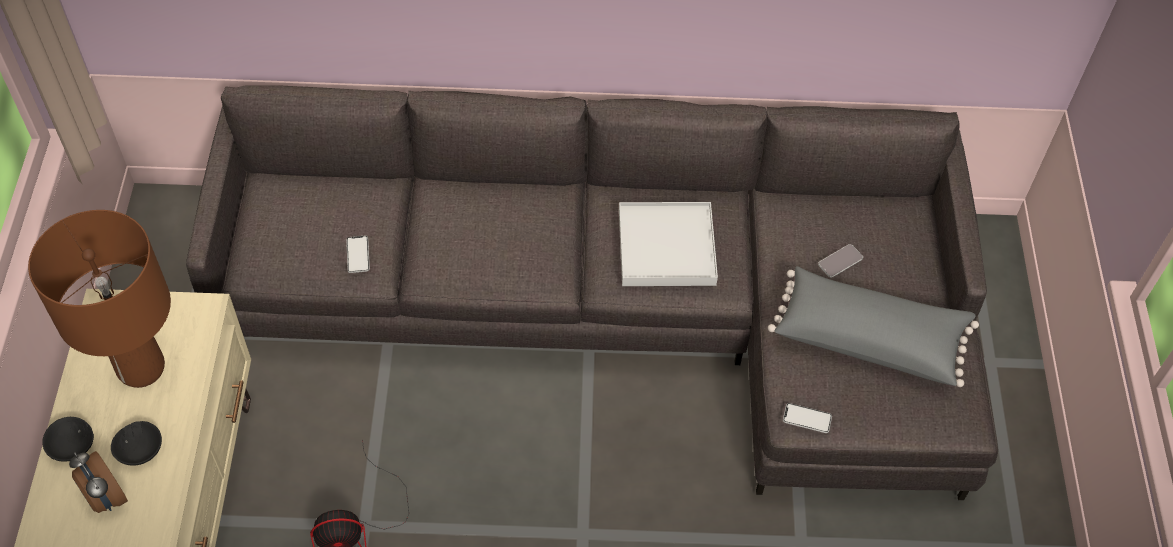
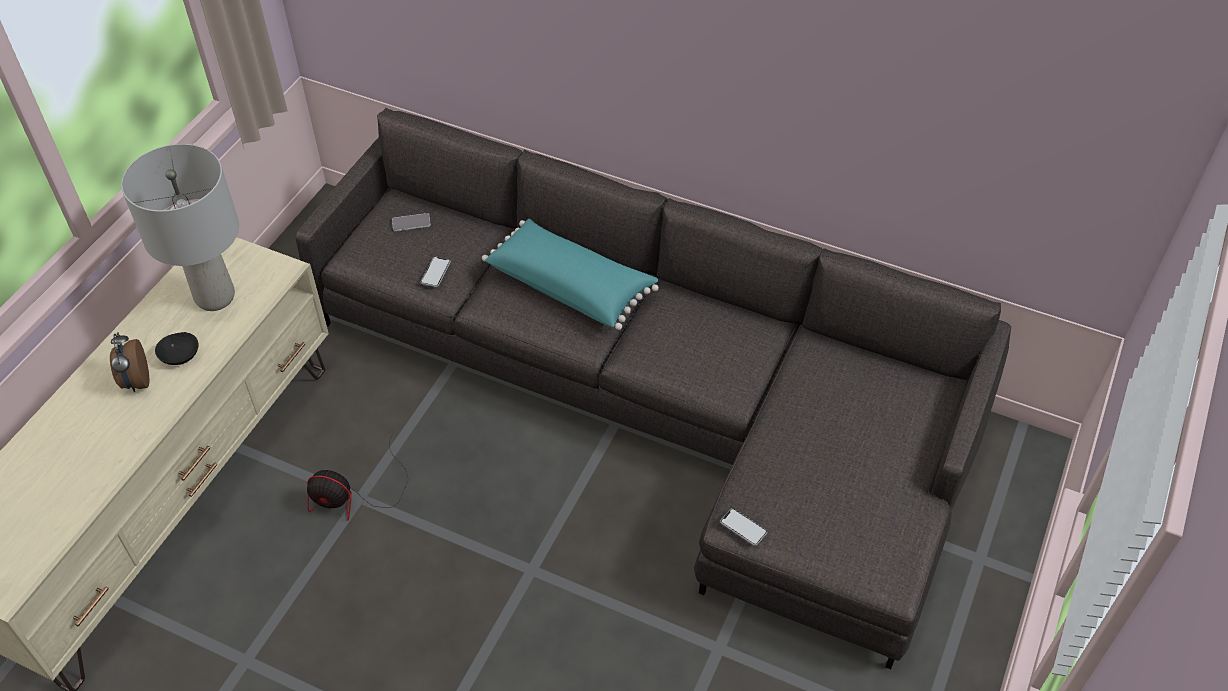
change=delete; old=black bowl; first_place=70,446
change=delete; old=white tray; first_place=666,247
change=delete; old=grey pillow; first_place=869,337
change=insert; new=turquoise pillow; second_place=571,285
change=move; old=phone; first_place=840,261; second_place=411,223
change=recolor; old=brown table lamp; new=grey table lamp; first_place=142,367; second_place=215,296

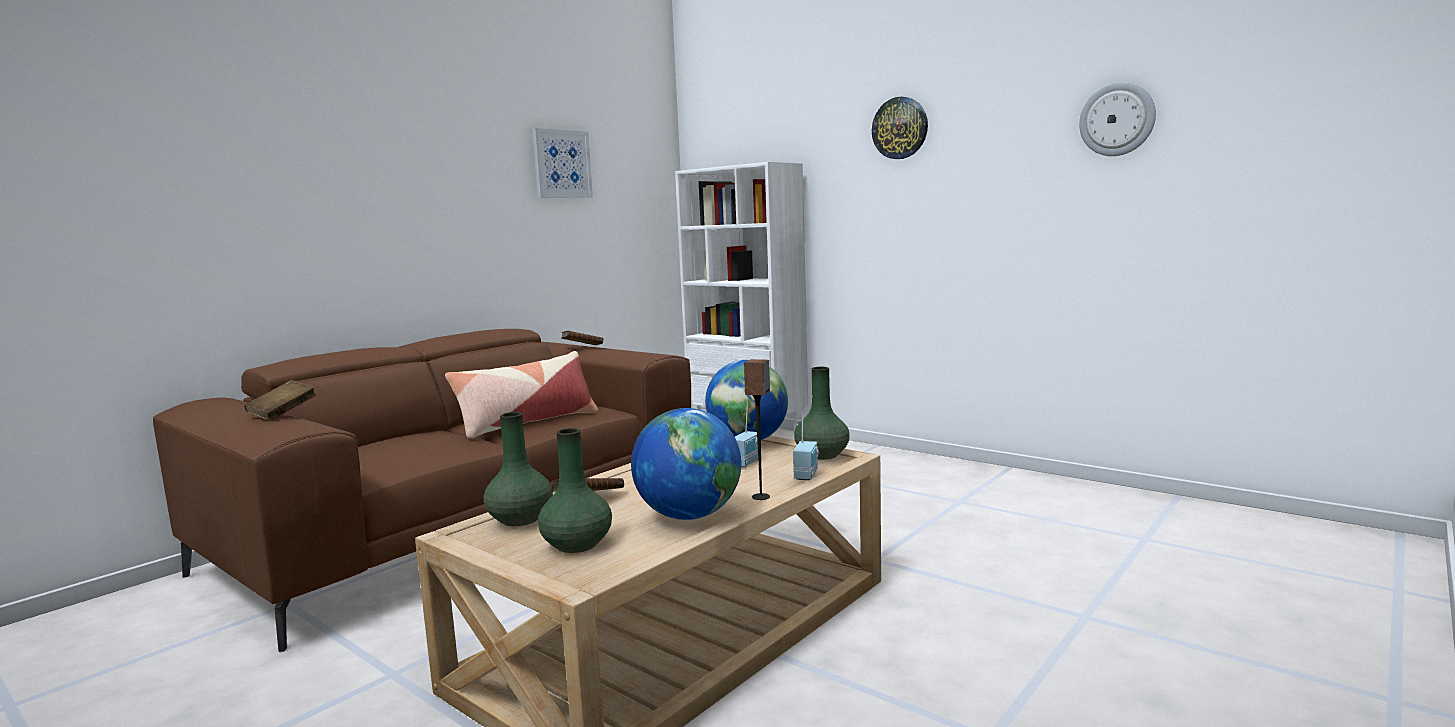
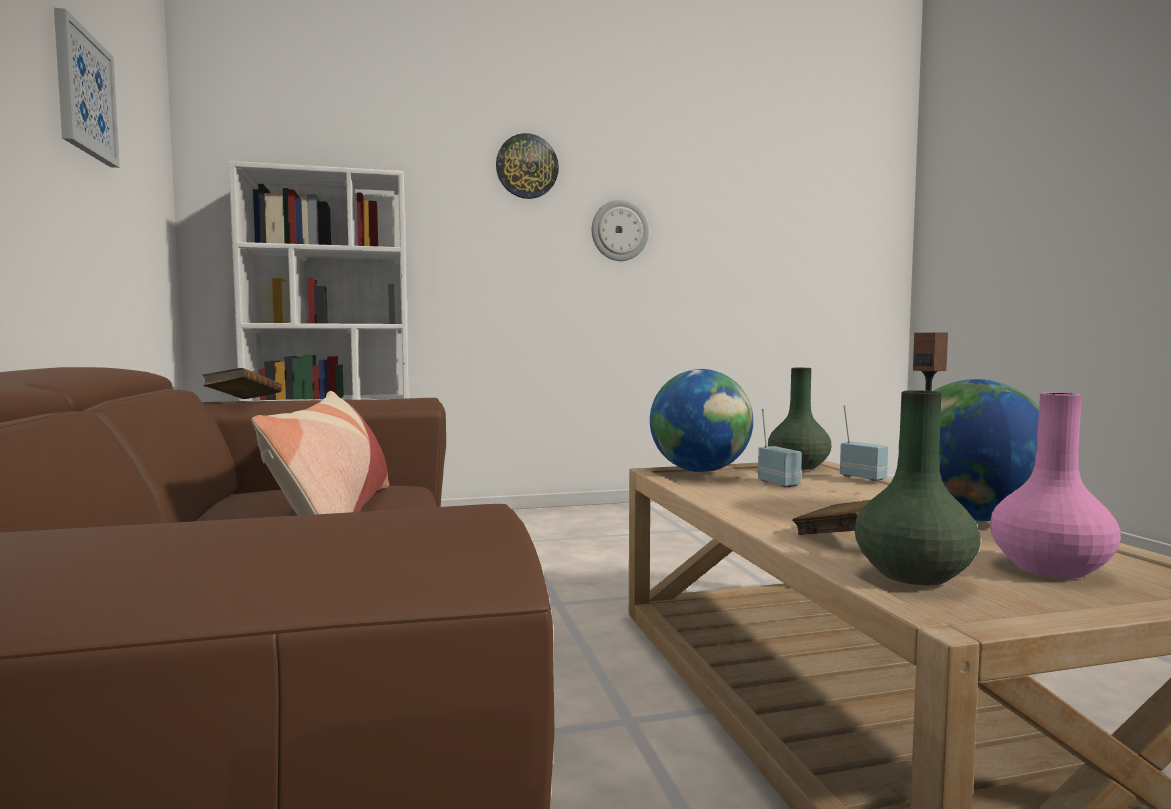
change=delete; old=brown book; first_place=283,414
change=move; old=wall clock; first_place=1117,119; second_place=619,231
change=recolor; old=green vase; new=pink vase; first_place=576,544; second_place=1049,569

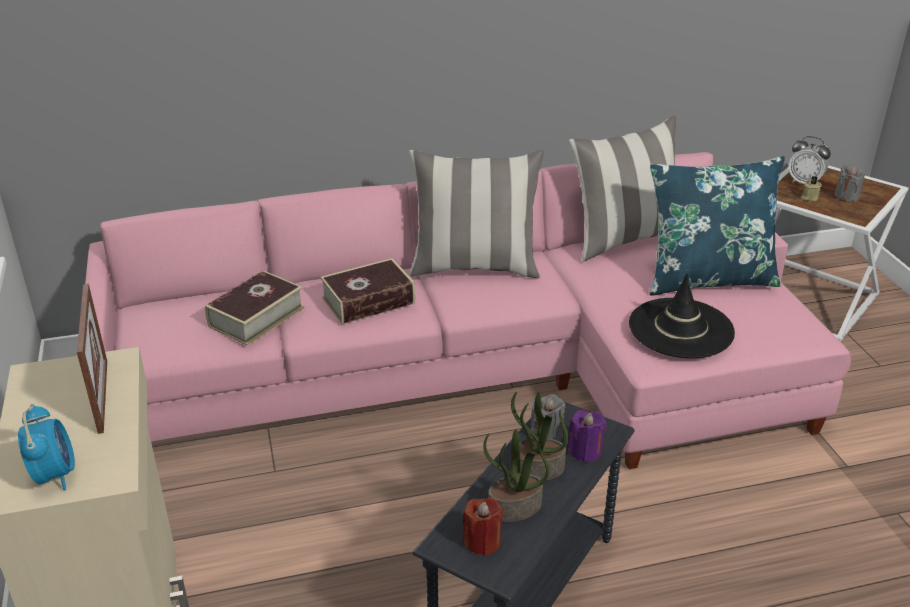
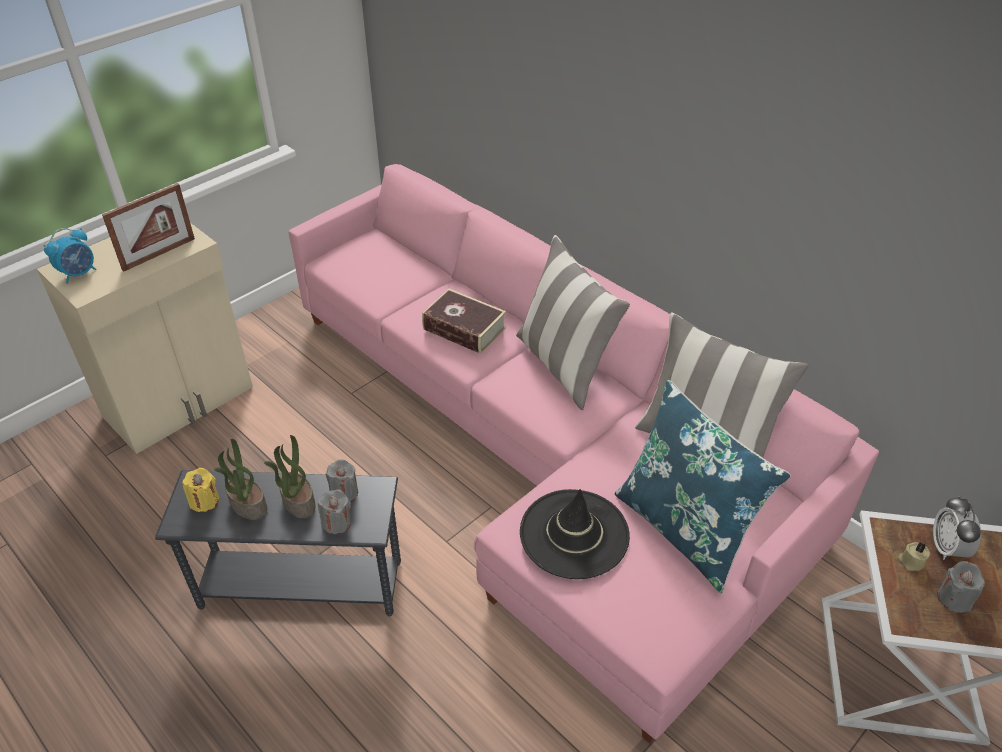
change=delete; old=book; first_place=256,317
change=recolor; old=red candle; new=yellow candle; first_place=482,542; second_place=204,501
change=recolor; old=purple candle; new=grey candle; first_place=585,451; second_place=337,522

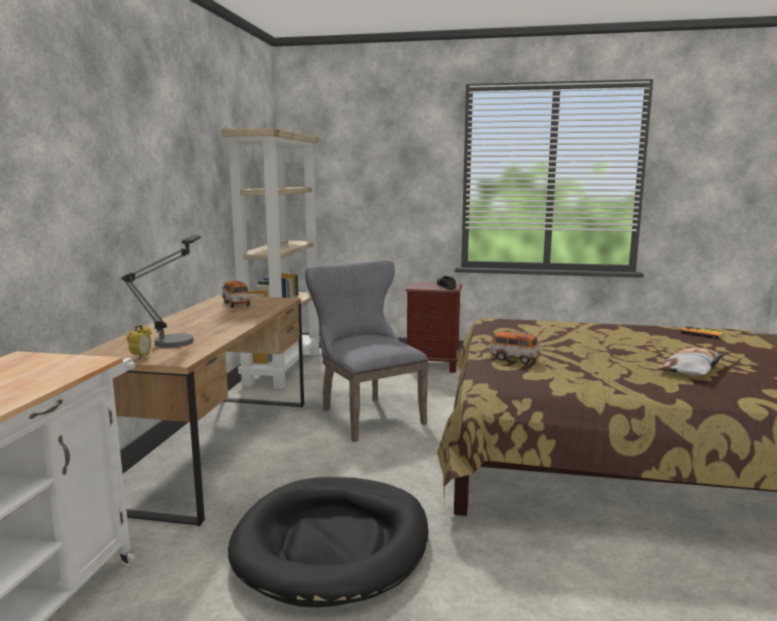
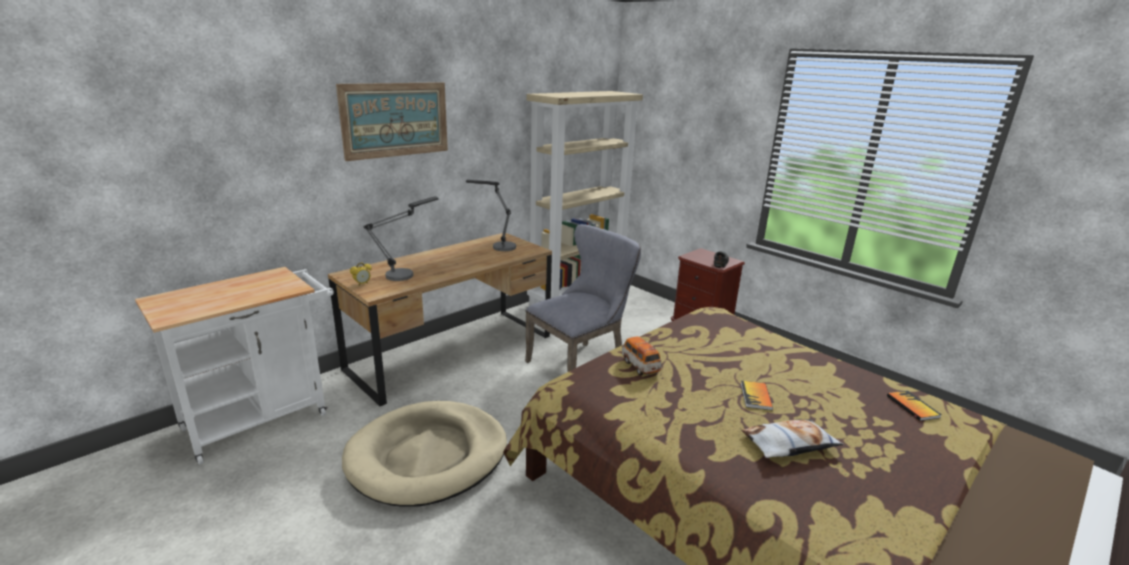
change=insert; new=picture; second_place=395,120
change=insert; new=book; second_place=756,396
change=replace; old=toy car; new=table lamp; first_place=236,304; second_place=498,246
change=recolor; old=black dog bed; new=beige dog bed; first_place=333,543; second_place=428,456
change=rotate; old=grey chair; first_place=366,415; second_place=580,362; degrees=45

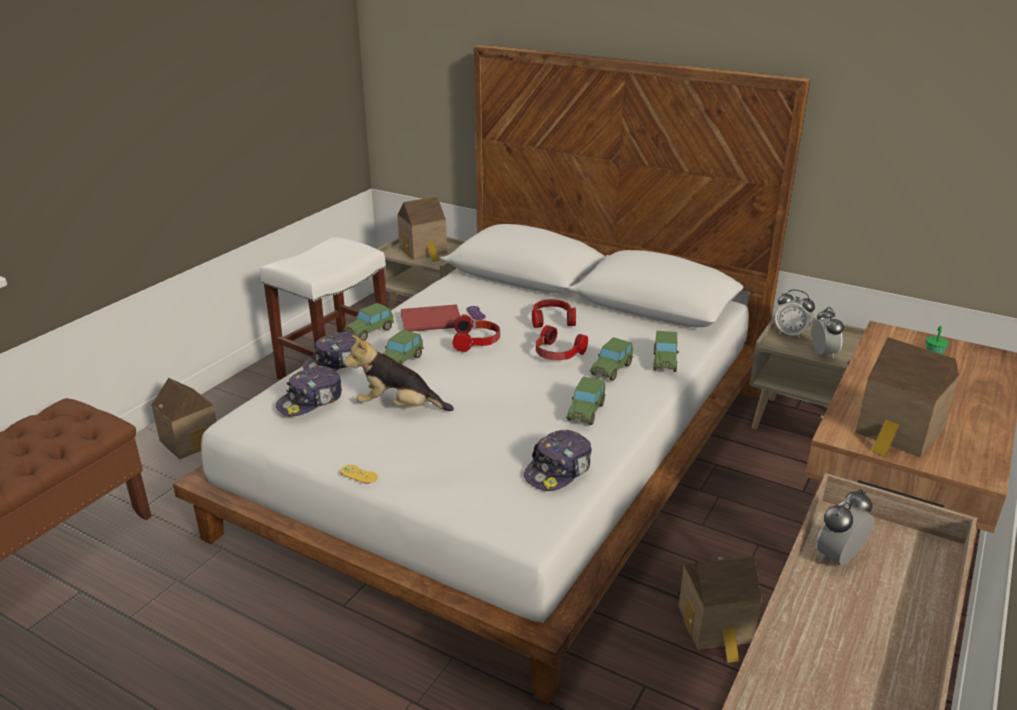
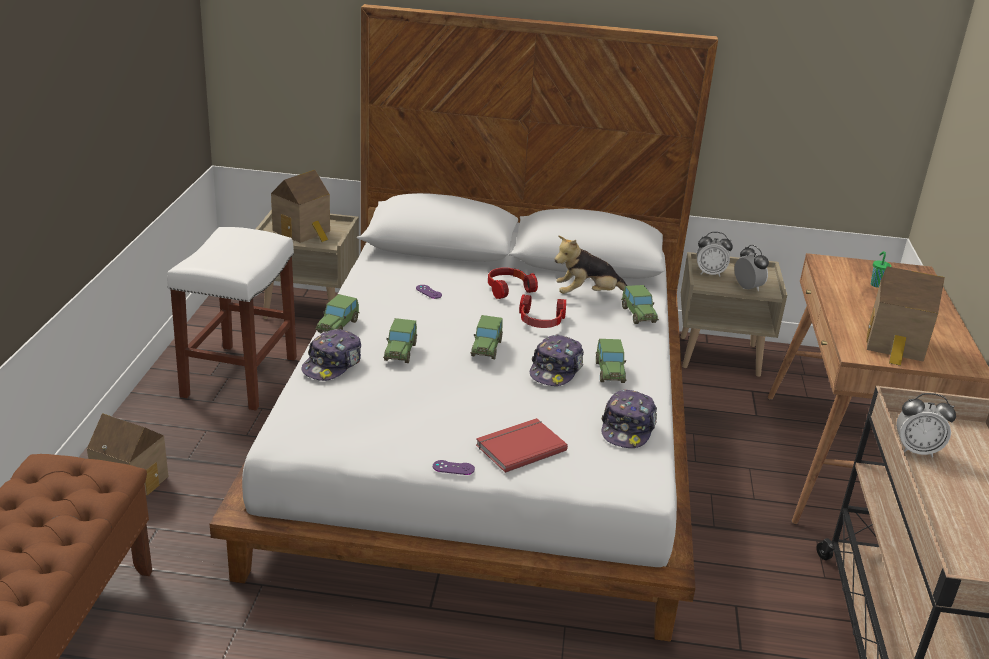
change=delete; old=headphones; first_place=476,341
change=delete; old=toy house; first_place=717,627
change=move; old=cap; first_place=311,401; second_place=556,370
change=move; old=plush toy; first_place=398,407; second_place=587,295
change=move; old=red book; first_place=430,320; second_place=519,447
change=move; old=toy car; first_place=611,369; second_place=486,348
change=recolor; old=yellow game controller; new=purple game controller; first_place=359,474; second_place=453,468
change=rotate; old=alarm clock; first_place=838,558; second_place=916,450; degrees=-105

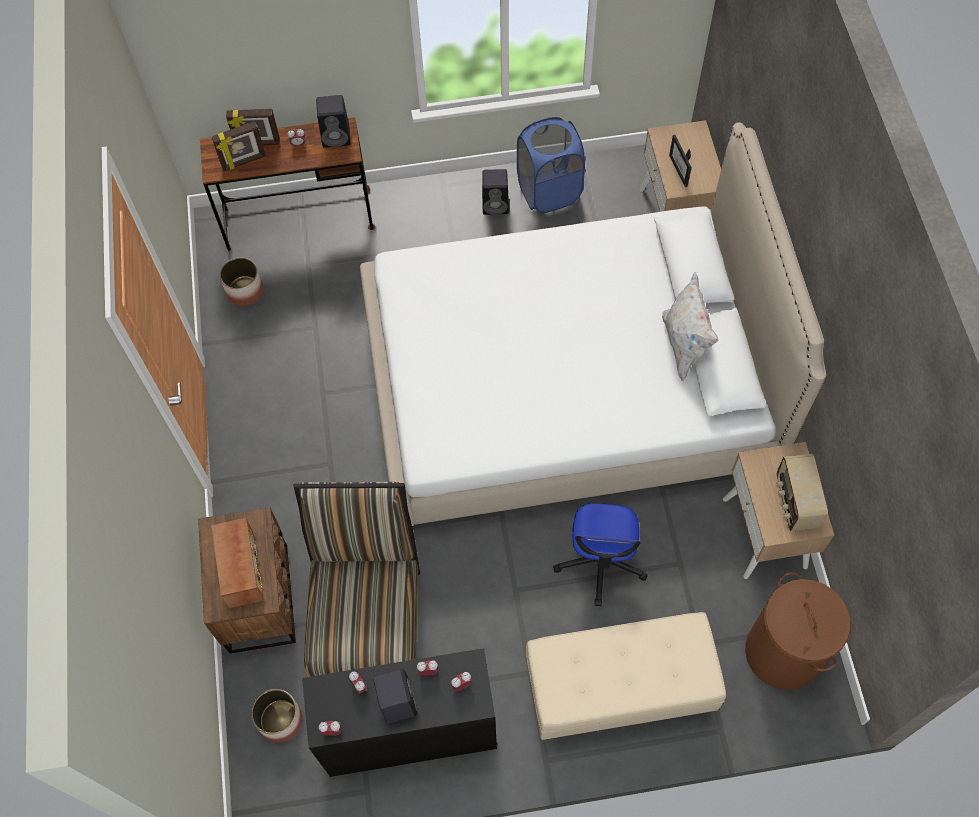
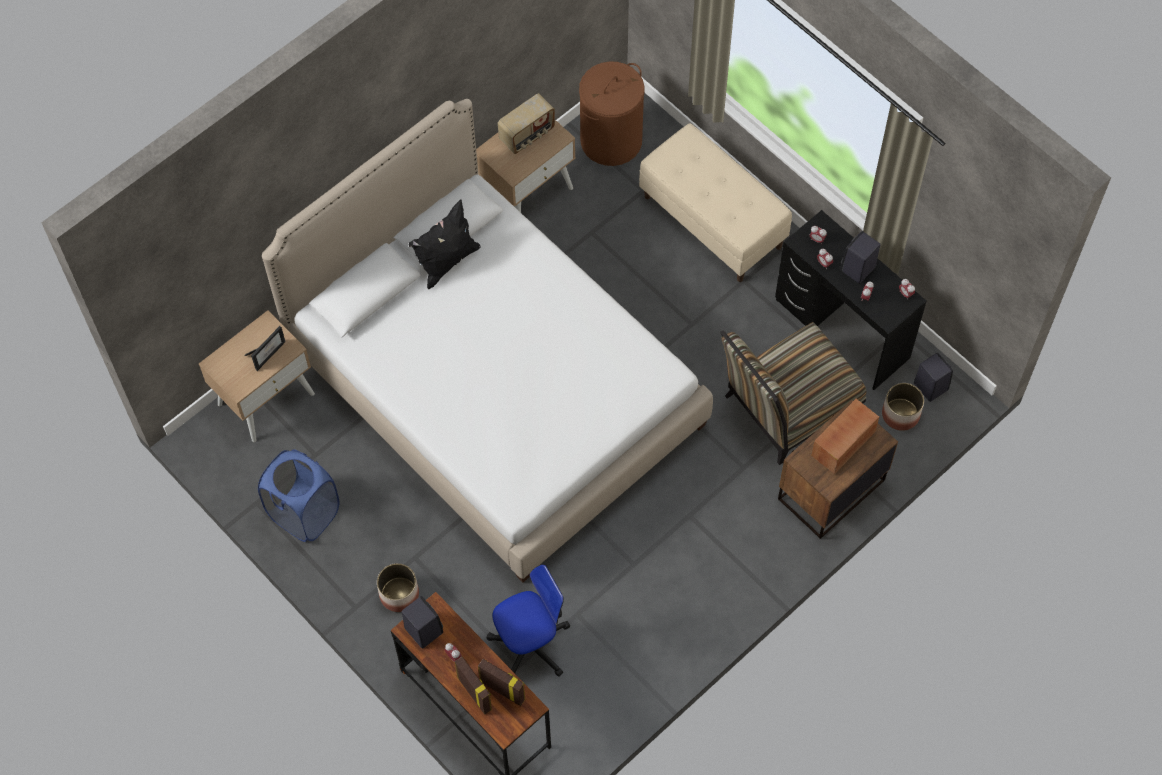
change=move; old=planter; first_place=245,291; second_place=399,594
change=move; old=black speaker; first_place=496,205; second_place=929,386
change=move; old=office chair; first_place=600,562; second_place=530,644
change=recolor; old=white pillow; new=black pillow; first_place=684,345; second_place=446,261

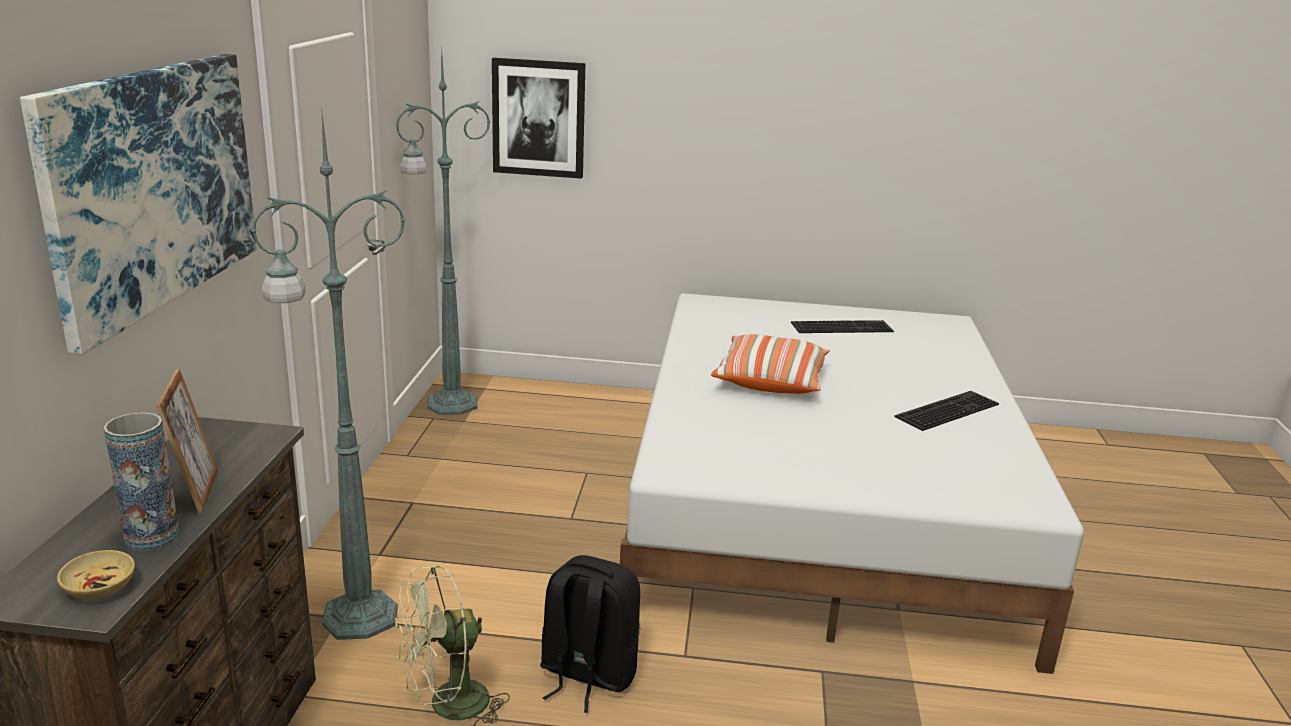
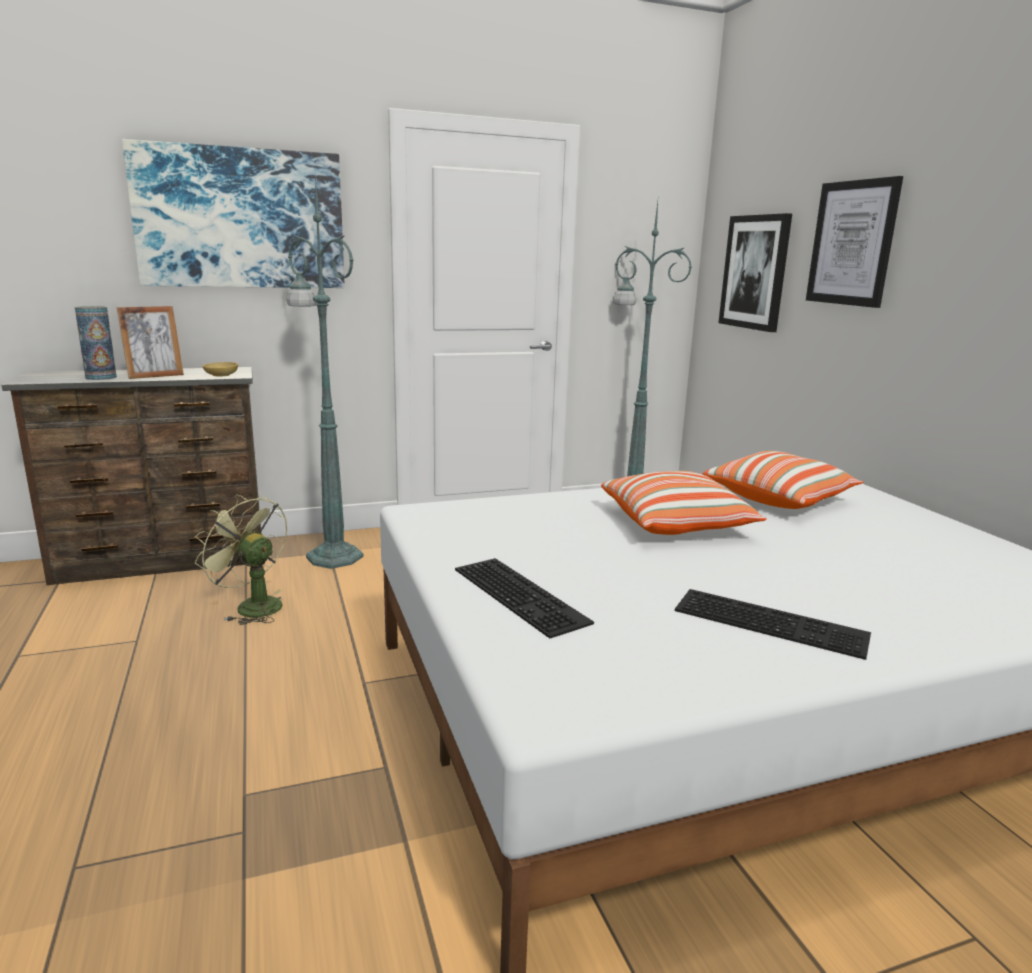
change=delete; old=black backpack; first_place=587,675
change=insert; new=pillow; second_place=779,498
change=insert; new=picture; second_place=852,243
change=move; old=beige bowl; first_place=100,587; second_place=221,375
change=move; old=keyboard; first_place=842,326; second_place=523,595

